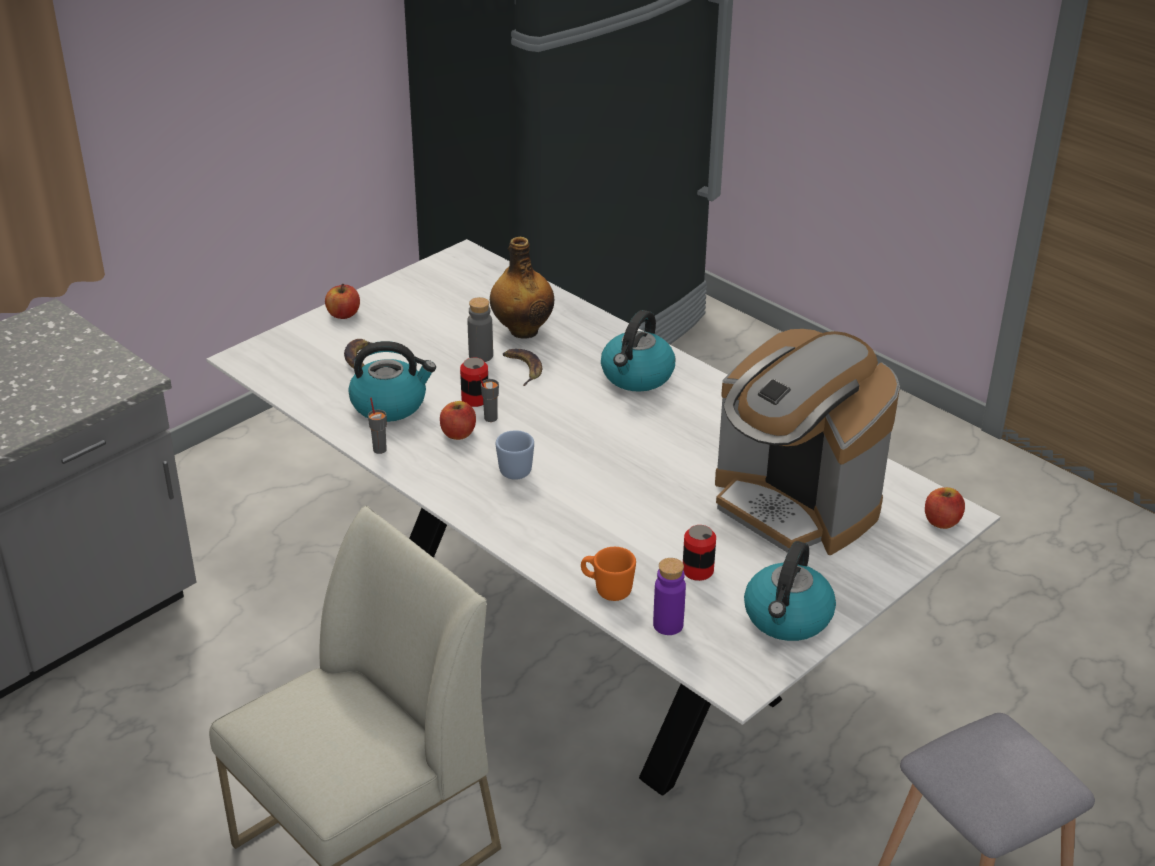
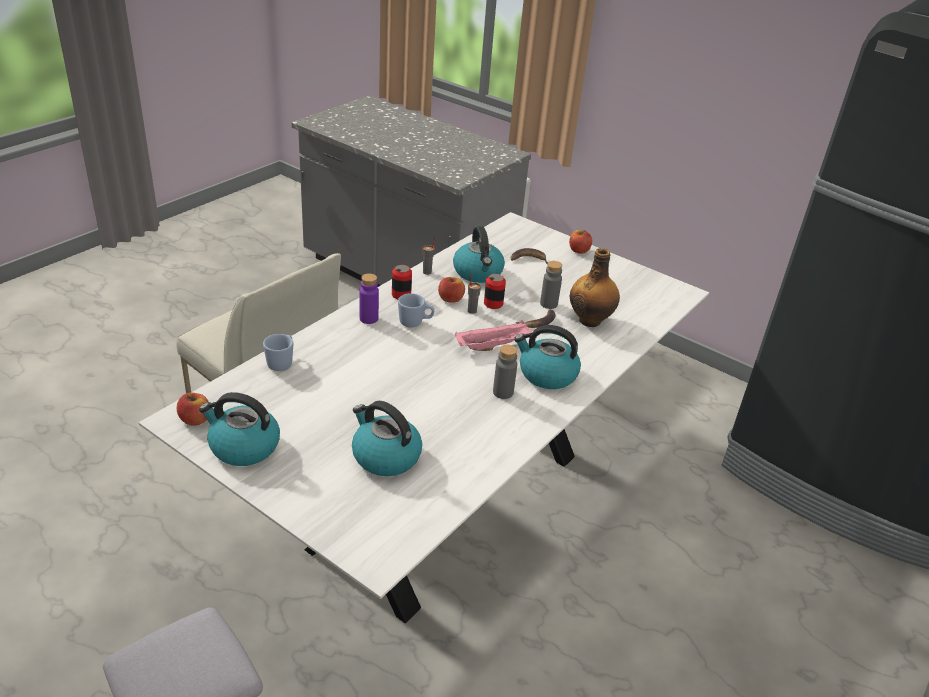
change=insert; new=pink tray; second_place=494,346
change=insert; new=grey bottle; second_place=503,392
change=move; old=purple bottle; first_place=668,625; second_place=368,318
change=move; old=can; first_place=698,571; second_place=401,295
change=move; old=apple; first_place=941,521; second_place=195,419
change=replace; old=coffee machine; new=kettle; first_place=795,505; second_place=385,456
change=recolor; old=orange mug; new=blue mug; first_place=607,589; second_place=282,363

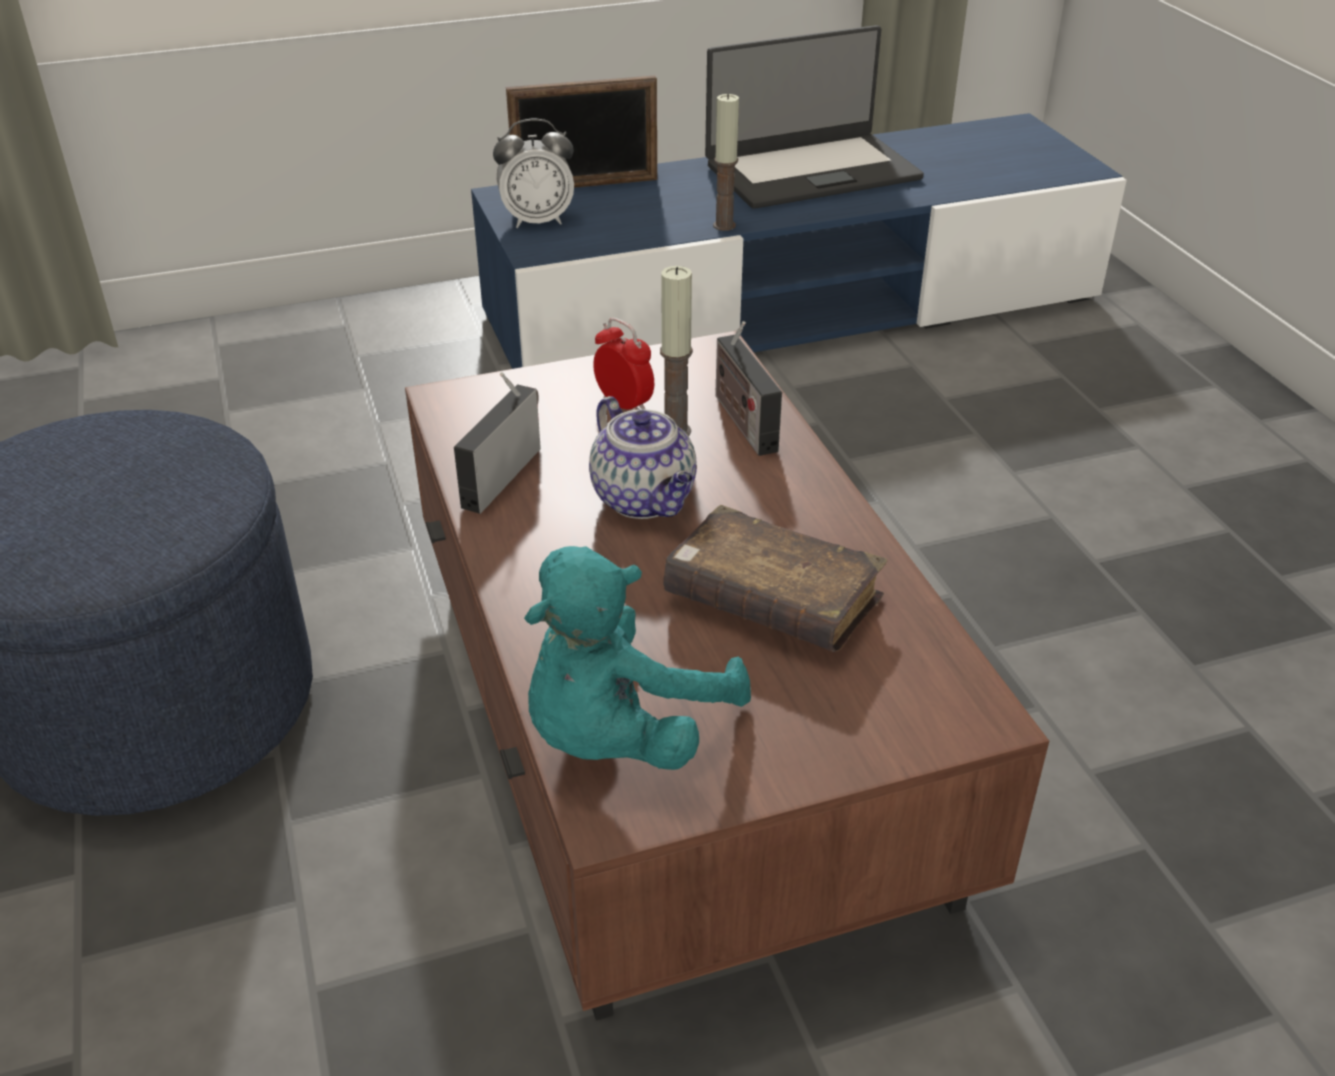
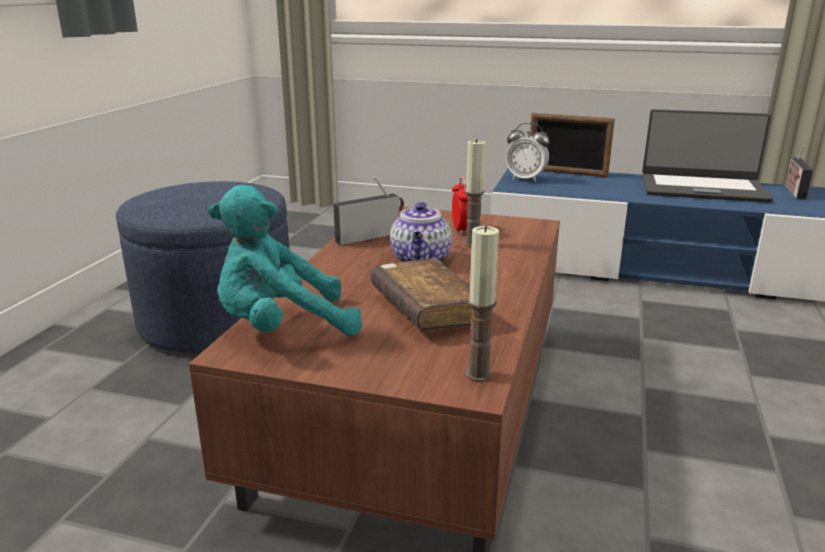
change=move; old=candle; first_place=724,225; second_place=478,374
change=move; old=radio; first_place=741,420; second_place=793,191

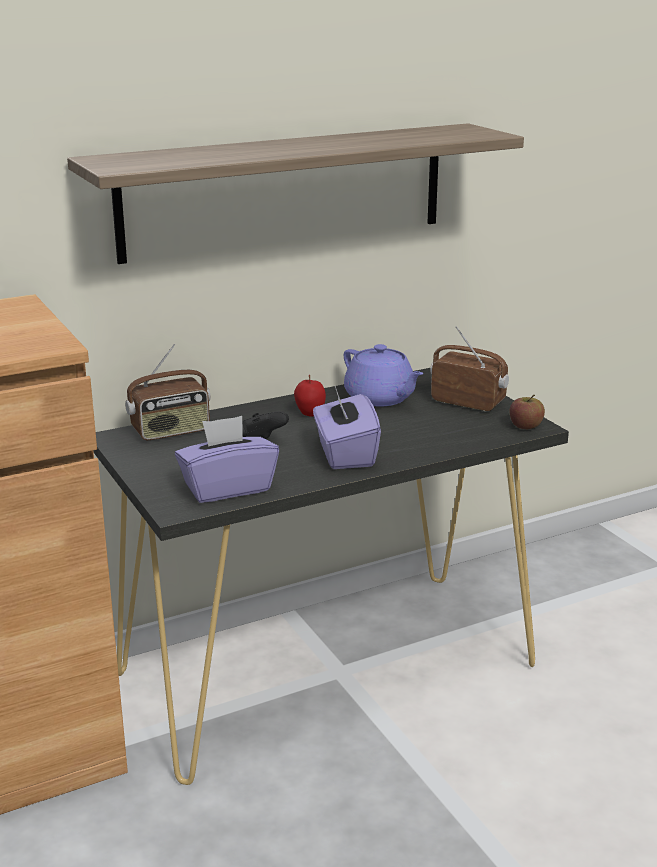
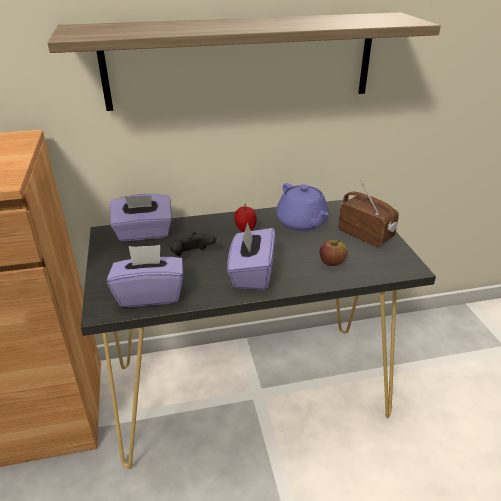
change=move; old=apple; first_place=525,426; second_place=332,262
change=replace; old=radio; new=purple tissue box; first_place=171,431; second_place=144,233

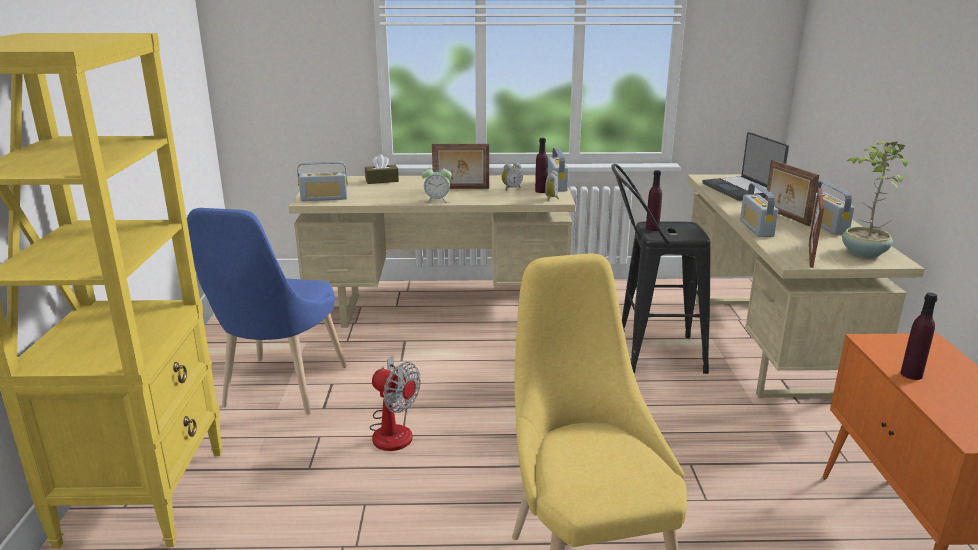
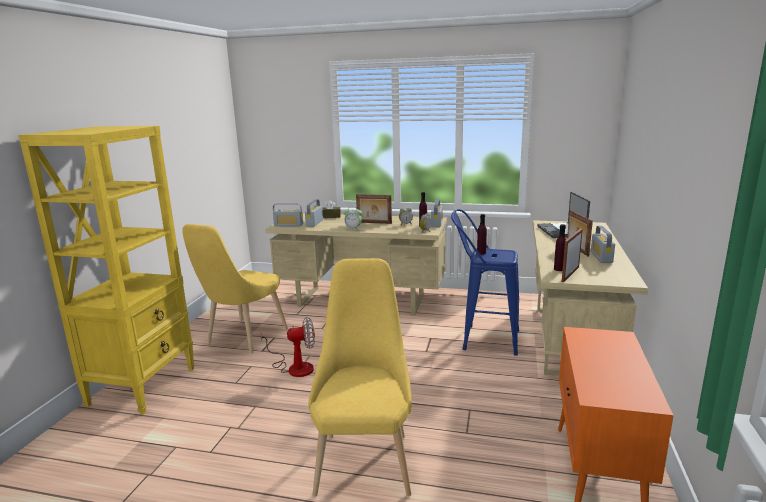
change=delete; old=potted plant; first_place=863,253
change=move; old=radio; first_place=756,228; second_place=314,223
change=move; old=purple bottle; first_place=911,374; second_place=559,269
change=recolor; old=blue chair; new=yellow chair; first_place=281,391; second_place=243,338
change=recolor; old=black stool; new=blue stool; first_place=649,354; second_place=483,339
change=rotate; old=fan; first_place=393,429; second_place=294,367; degrees=-60

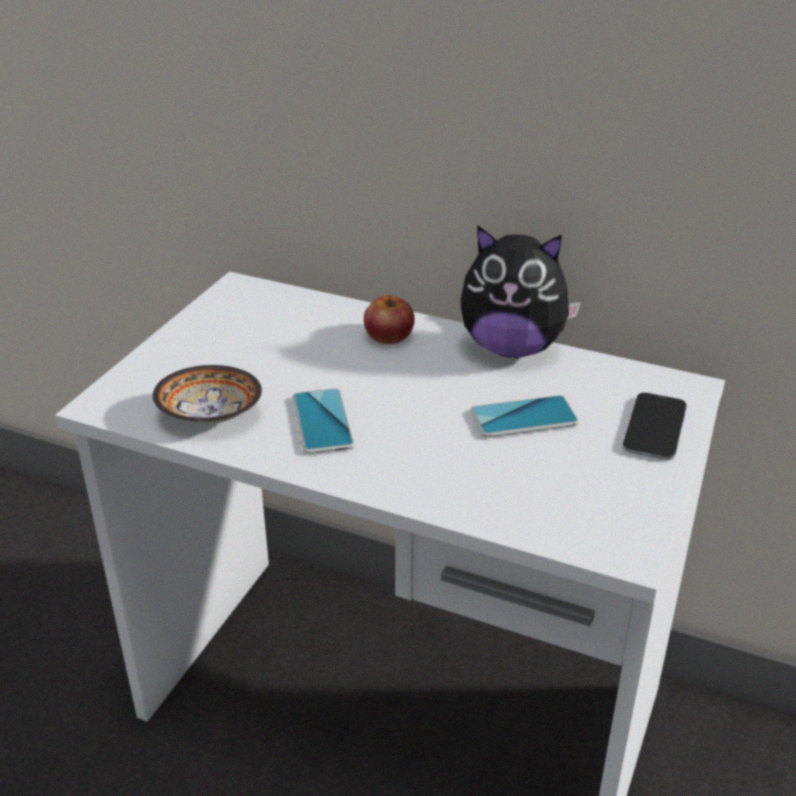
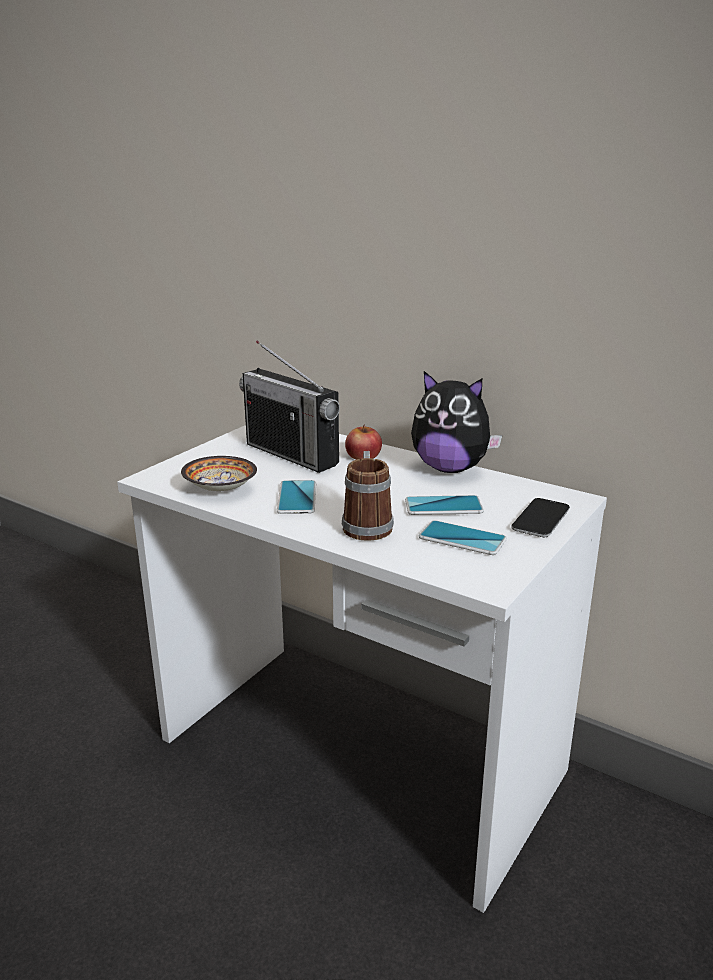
change=insert; new=radio; second_place=291,454
change=insert; new=mug; second_place=367,524
change=insert; new=phone; second_place=462,539

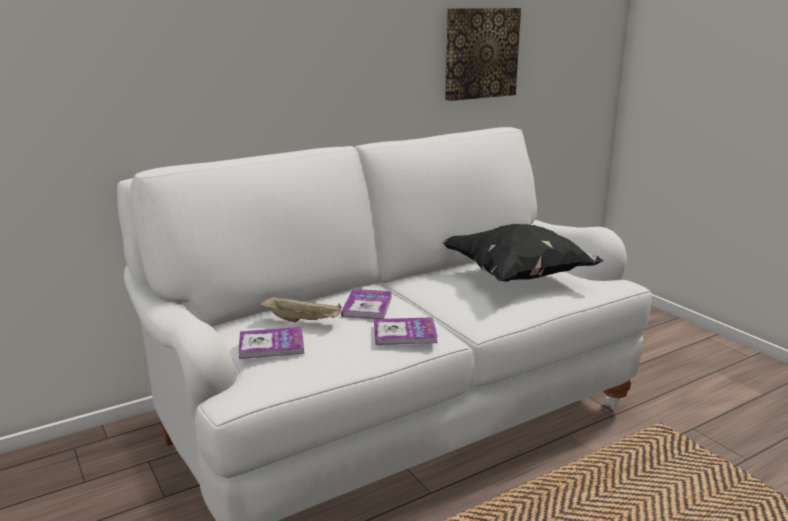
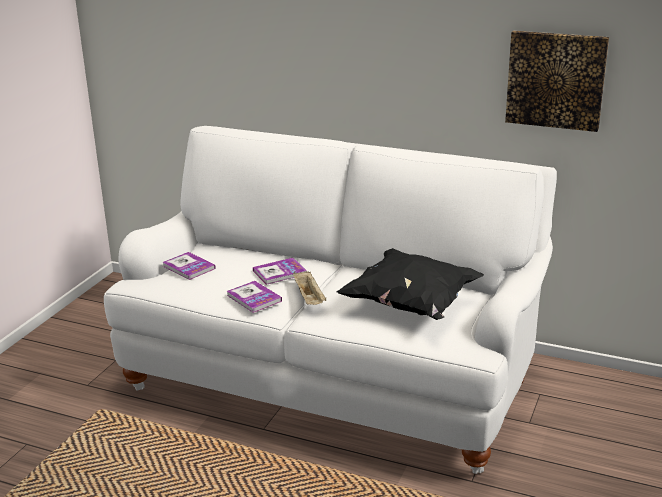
change=move; old=beige tray; first_place=303,320; second_place=309,298

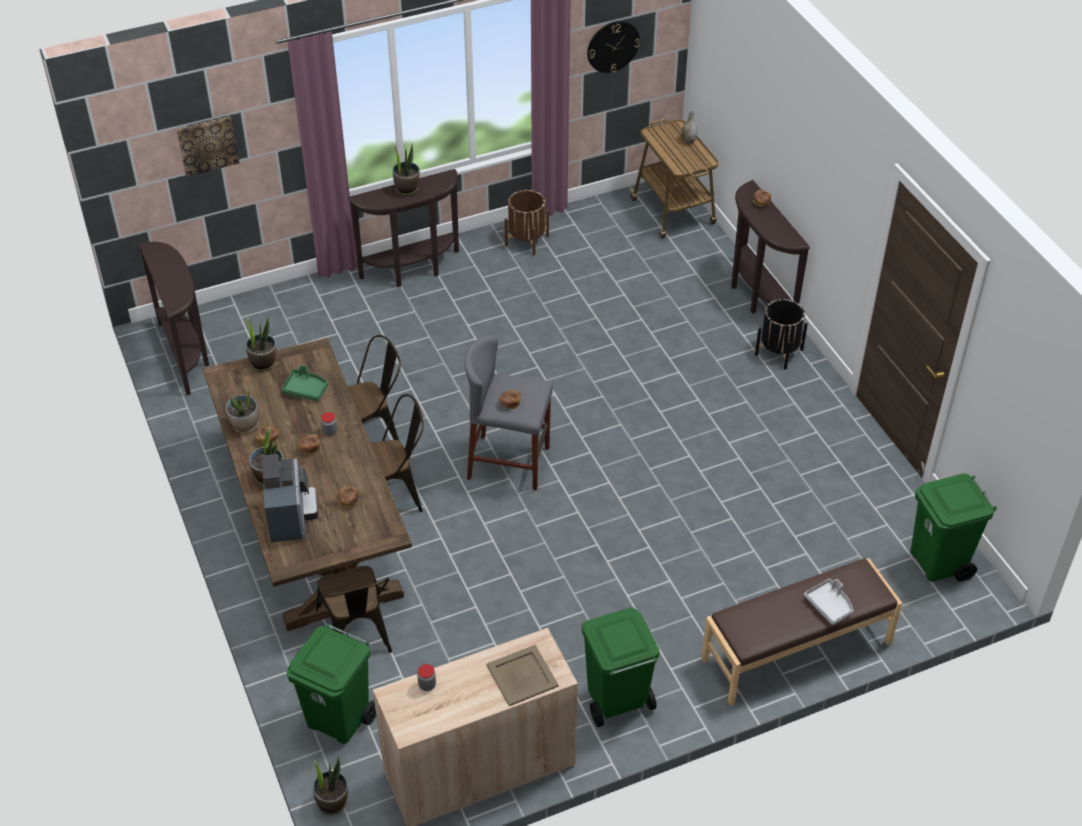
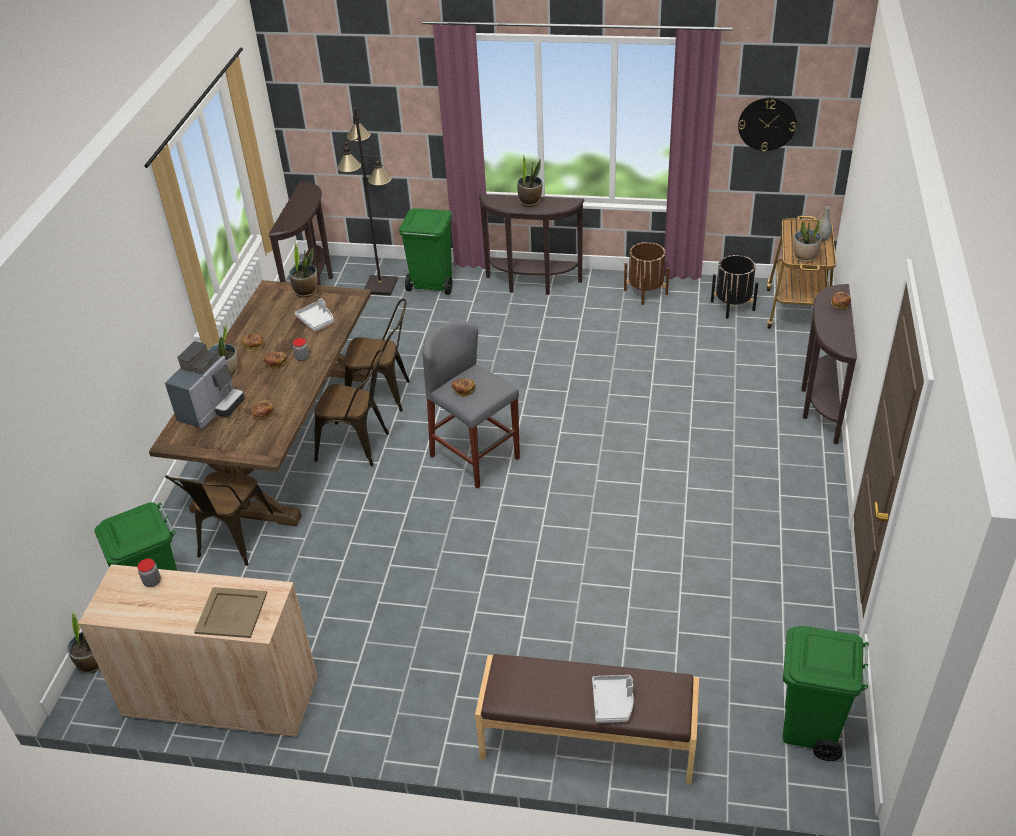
change=delete; old=picture; first_place=207,145
change=insert; new=black floor lamp; second_place=381,286
change=move; old=potted plant; first_place=245,425; second_place=805,257
change=move; old=green trash can; first_place=616,701; second_place=431,285
change=move; old=black planter; first_place=779,352; second_place=732,306
change=recolor; old=green tray; new=grey tray; first_place=306,389; second_place=317,321

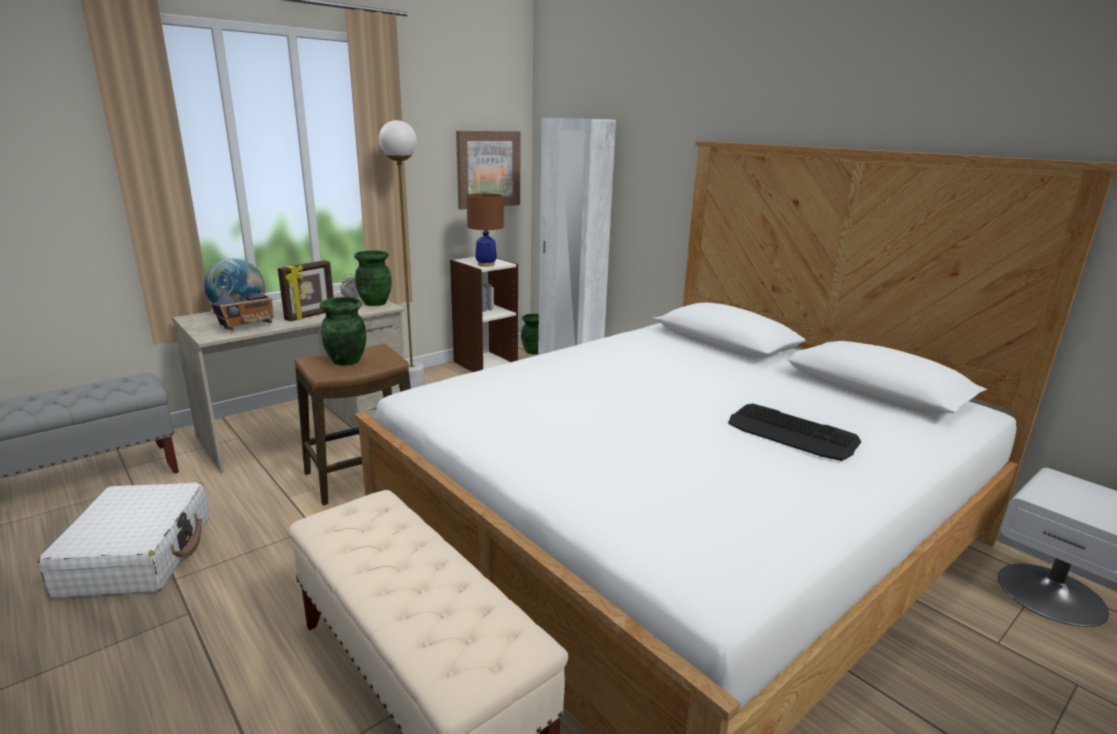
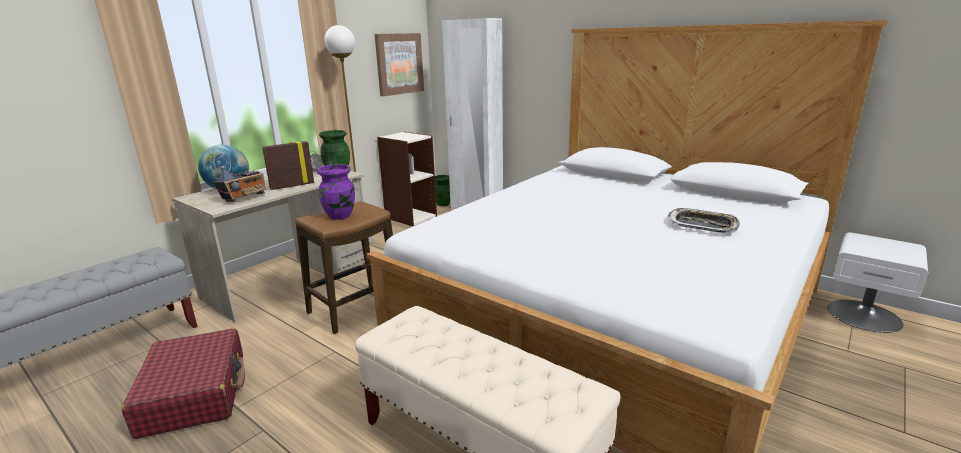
change=delete; old=brown table lamp; first_place=486,264
change=replace; old=keyboard; new=tray; first_place=792,433; second_place=702,225
change=recolor; old=white suitcase; new=red suitcase; first_place=138,554; second_place=195,394
change=recolor; old=green vase; new=purple vase; first_place=346,361; second_place=340,216
change=rotate; old=picture frame; first_place=311,316; second_place=292,186; degrees=-150

